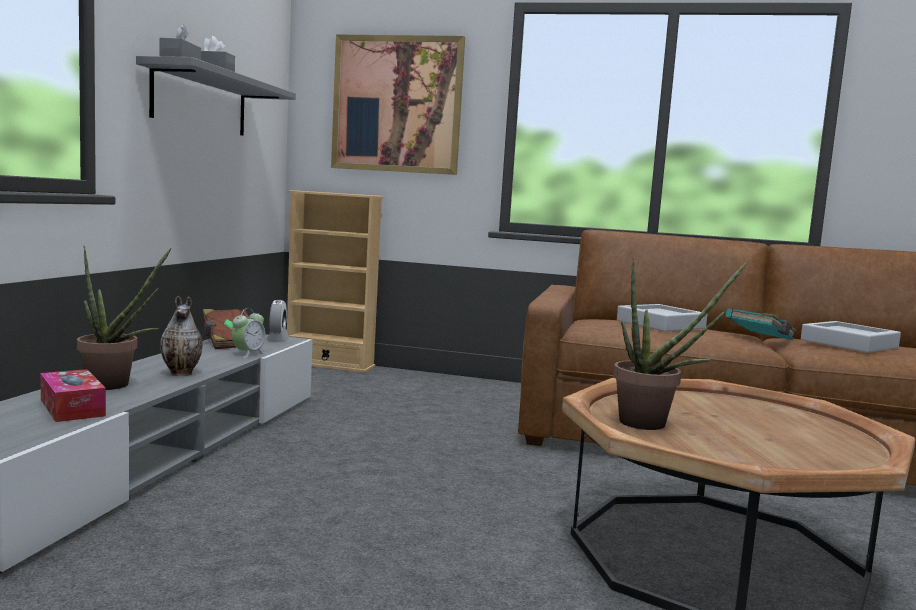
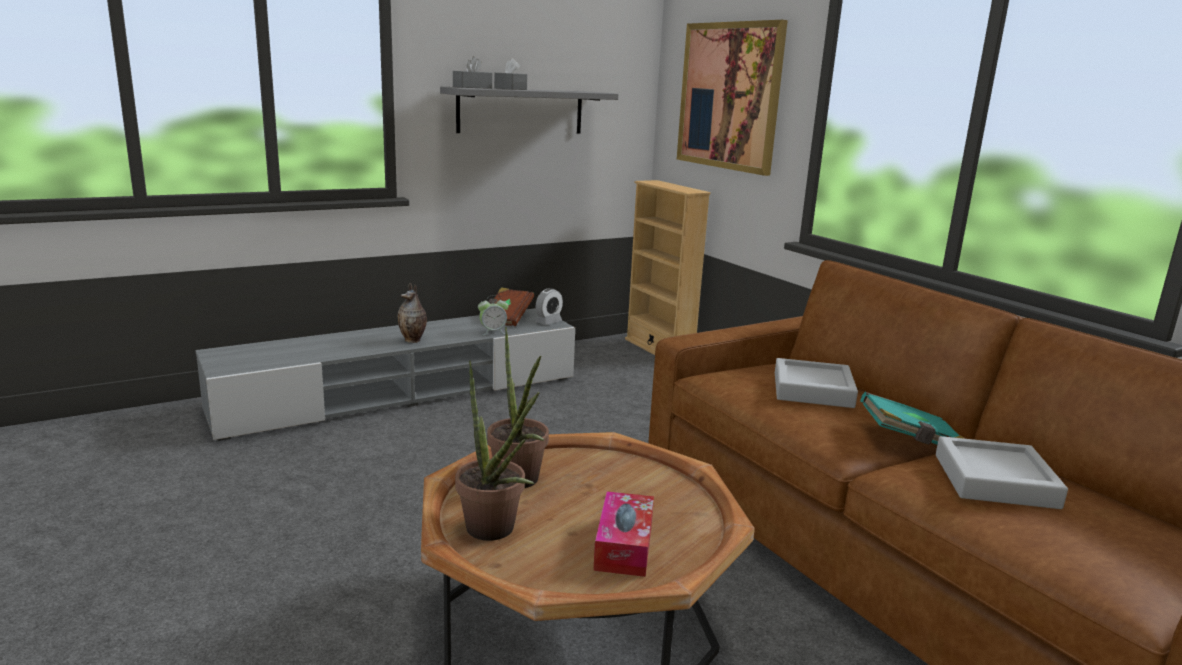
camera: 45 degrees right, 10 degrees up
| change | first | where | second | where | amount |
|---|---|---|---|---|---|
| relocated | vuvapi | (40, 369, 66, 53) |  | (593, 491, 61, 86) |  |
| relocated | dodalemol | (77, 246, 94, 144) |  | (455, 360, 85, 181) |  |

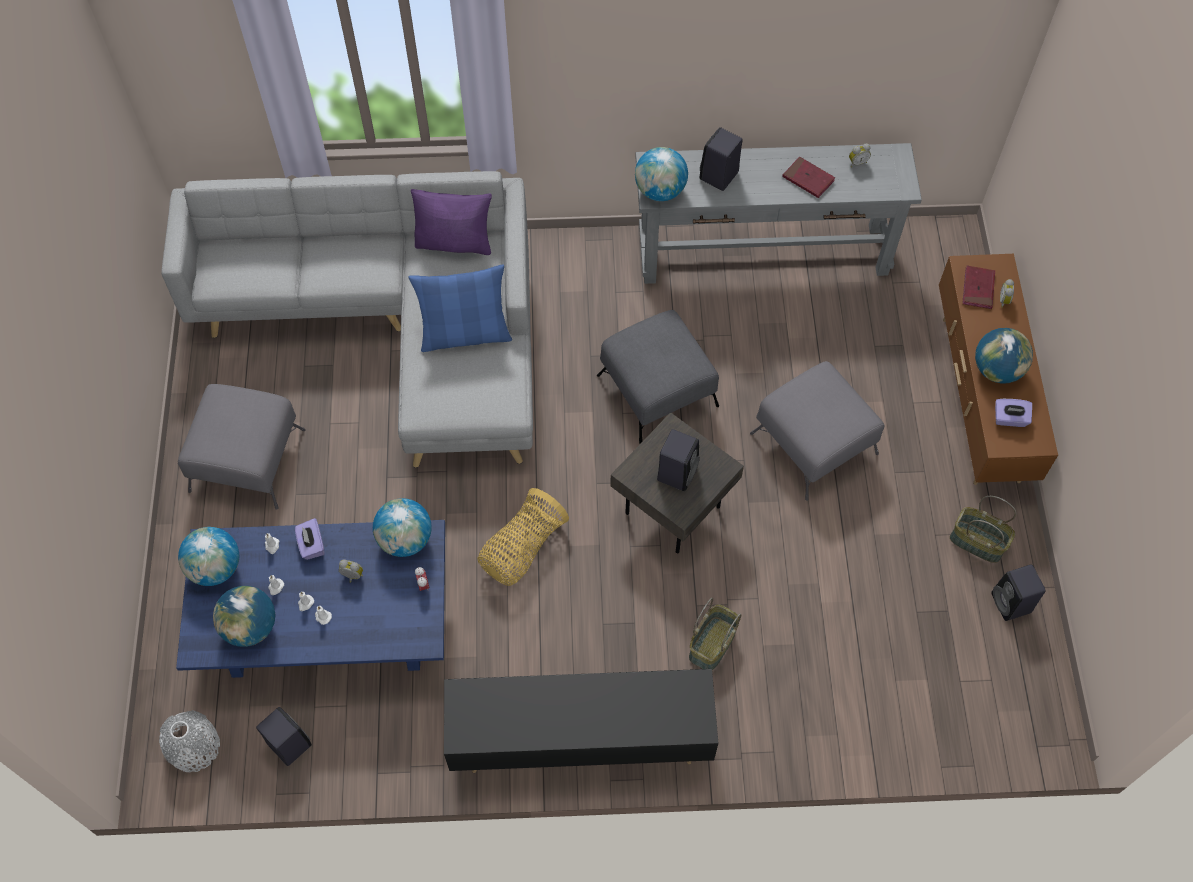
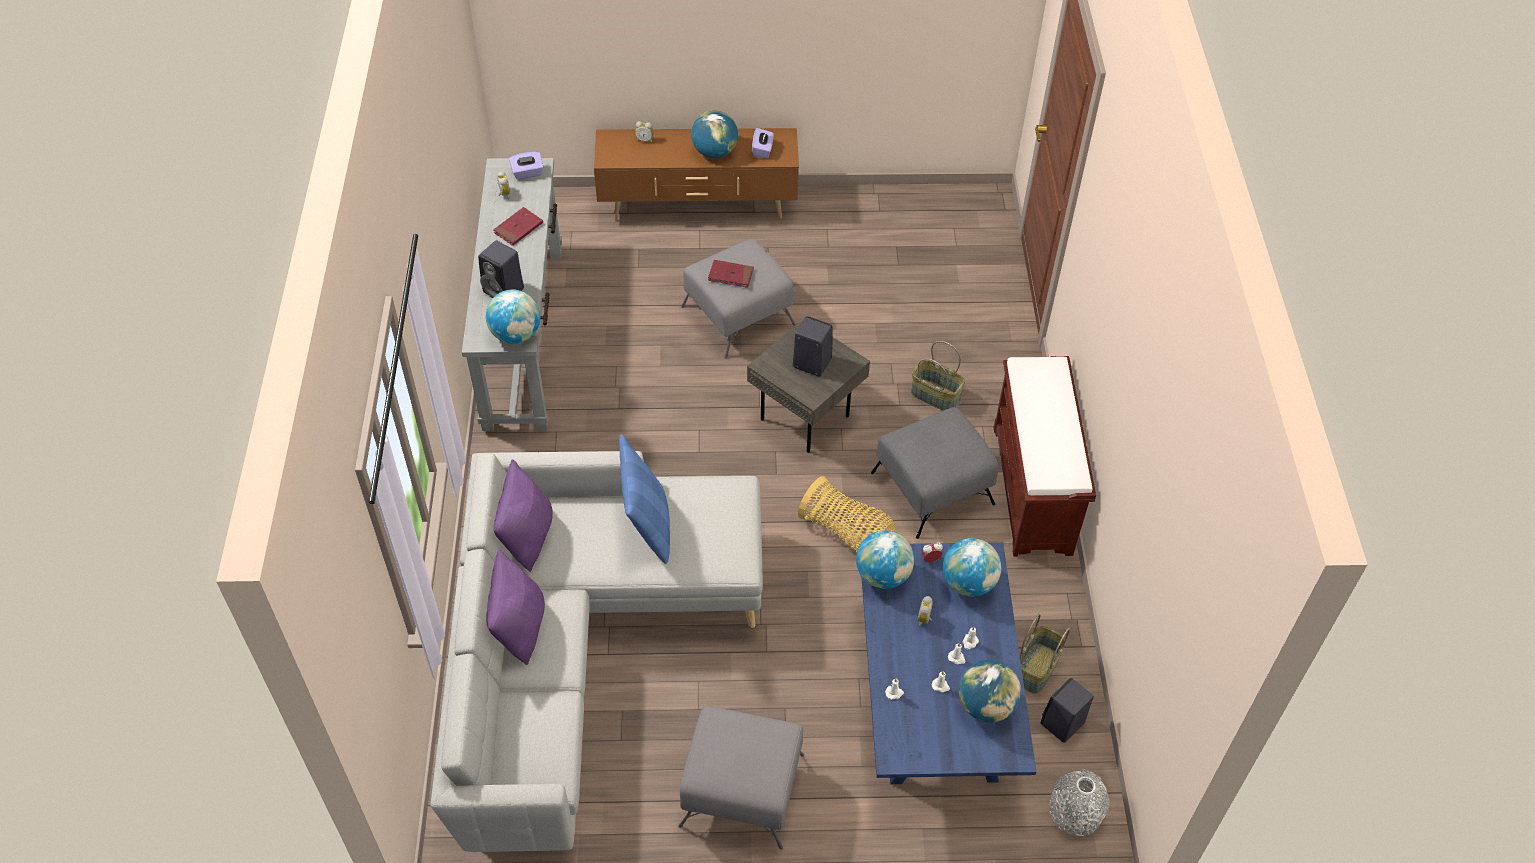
camera: 90 degrees left, 10 degrees down
| change | first | where | second | where | amount |
|---|---|---|---|---|---|
| relocated | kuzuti | (178, 527, 61, 59) |  | (943, 538, 58, 59) |  |
| relocated | purple vuvapi | (295, 518, 30, 42) |  | (509, 152, 34, 28) |  |
| exchanged | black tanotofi | (444, 669, 274, 104) | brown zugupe | (994, 356, 102, 201) |  |
| relocated | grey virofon | (597, 310, 122, 134) |  | (871, 407, 128, 132) |  |
| relocated | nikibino | (950, 496, 66, 67) |  | (1020, 614, 50, 80) |  |
| relocated | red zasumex | (962, 266, 33, 43) |  | (708, 260, 46, 28) |  |
| missing | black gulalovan | (991, 564, 55, 57) |  |  |  |
| appeared |  |  | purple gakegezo | (486, 549, 59, 116) |  |

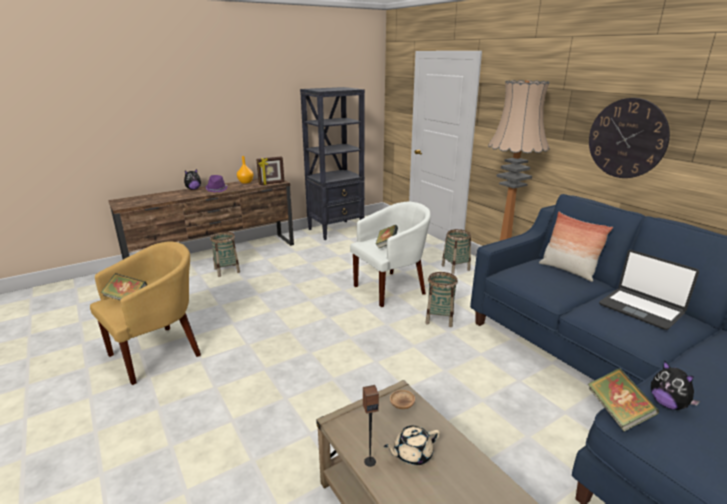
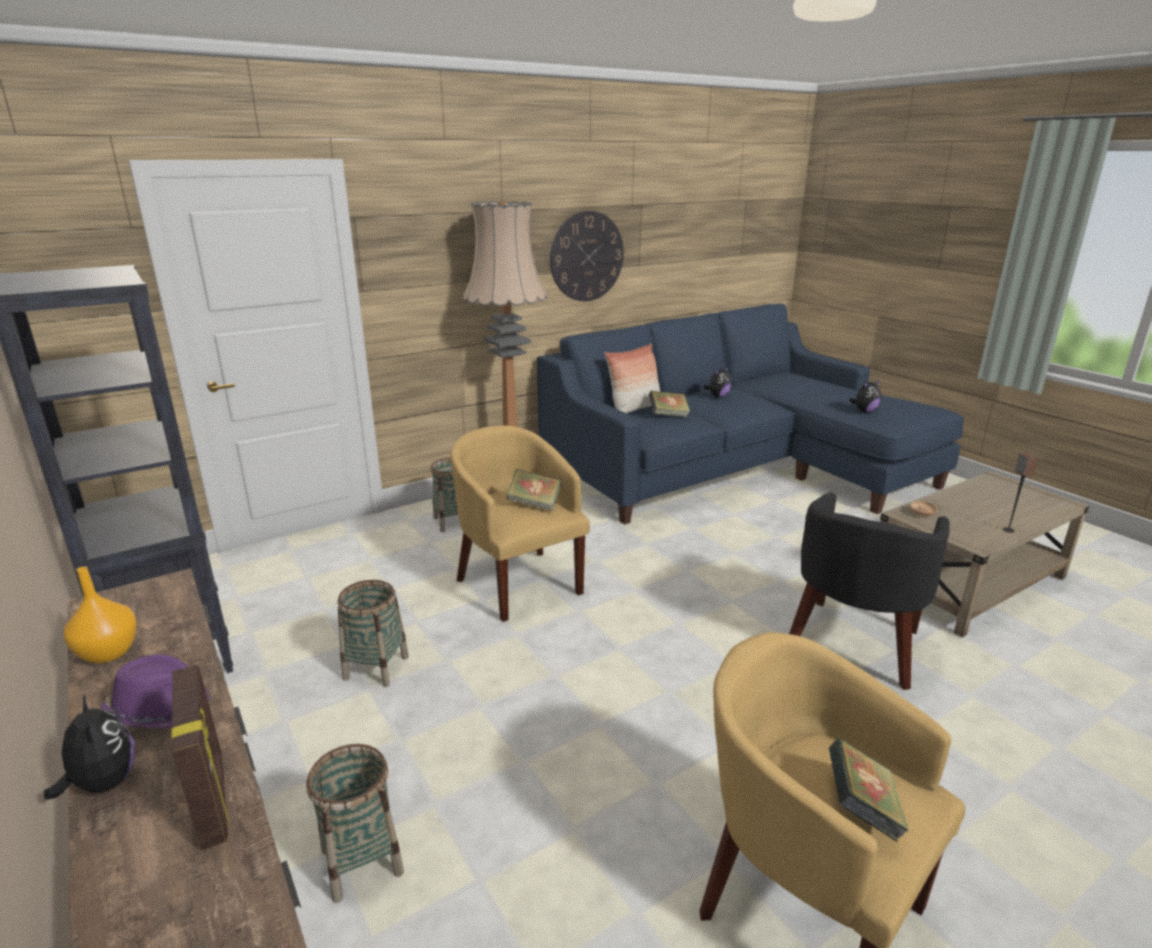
camera: 90 degrees left, 0 degrees up
| change | first | where | second | where | amount |
|---|---|---|---|---|---|
| relocated | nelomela | (256, 157, 28, 28) |  | (171, 665, 58, 185) |  |
| colour | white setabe | (350, 202, 81, 105) | yellow setabe | (450, 425, 140, 197) |  |
| missing | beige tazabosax | (384, 425, 56, 41) |  |  |  |
| relocated | nikibino | (425, 272, 33, 55) |  | (338, 580, 71, 107) |  |
| relocated | zasumex | (588, 368, 71, 63) |  | (649, 391, 41, 26) |  |
| exchanged | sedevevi | (599, 250, 100, 80) | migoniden | (704, 367, 28, 31) |  |
| appeared |  |  | black setabe | (789, 492, 161, 198) |  |

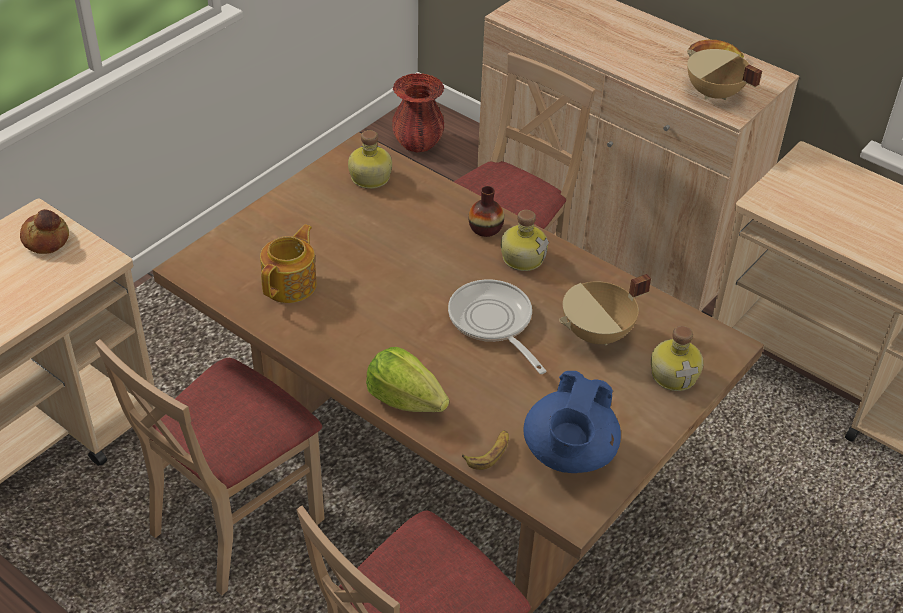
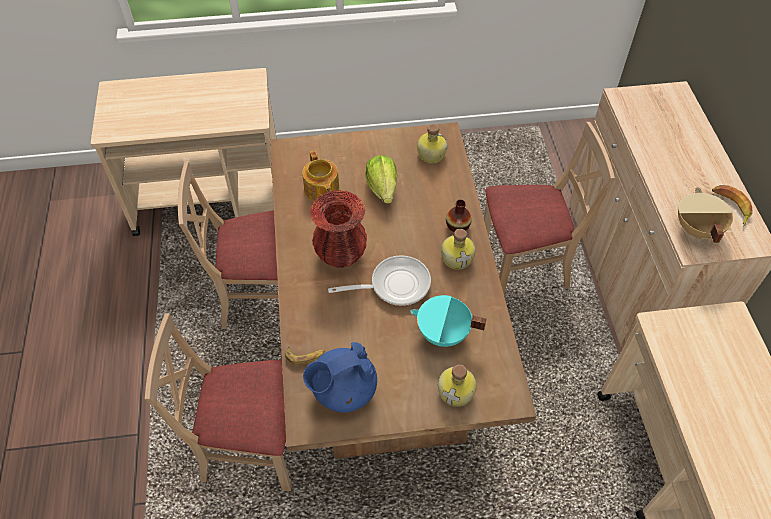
camera: 45 degrees right, 10 degrees up
| change | first | where | second | where | amount |
|---|---|---|---|---|---|
| missing | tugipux | (20, 209, 49, 45) |  |  |  |
| spun | tazabosax | (260, 225, 57, 78) |  | (302, 151, 37, 51) | 90 degrees clockwise |
| relocated | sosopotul | (366, 347, 83, 65) |  | (365, 155, 32, 49) |  |
| relocated | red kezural | (392, 73, 52, 80) |  | (310, 190, 57, 78) |  |
| spun | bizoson | (448, 279, 98, 95) |  | (328, 255, 103, 51) | 60 degrees clockwise |
| colour | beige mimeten | (559, 274, 92, 72) | turquoise mimeten | (410, 295, 76, 52) |  |

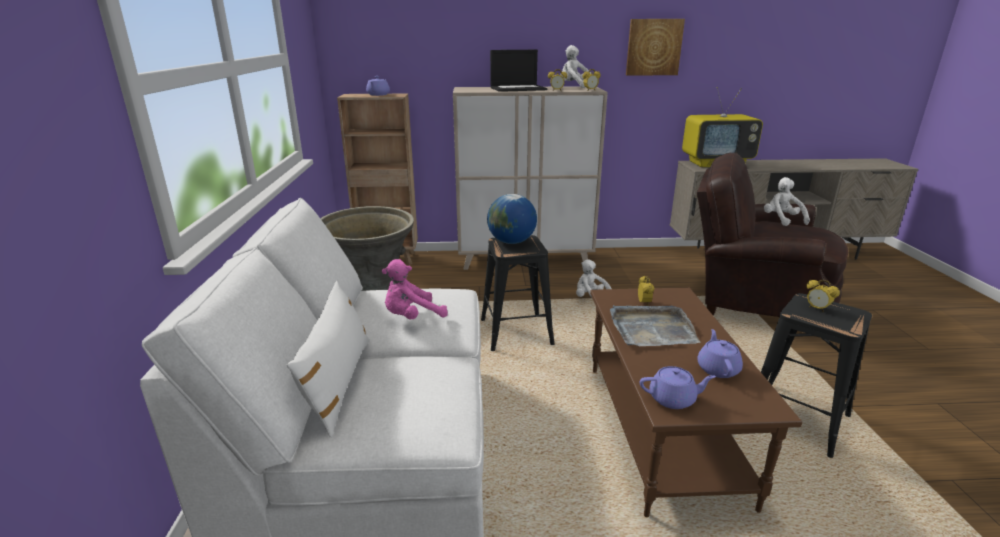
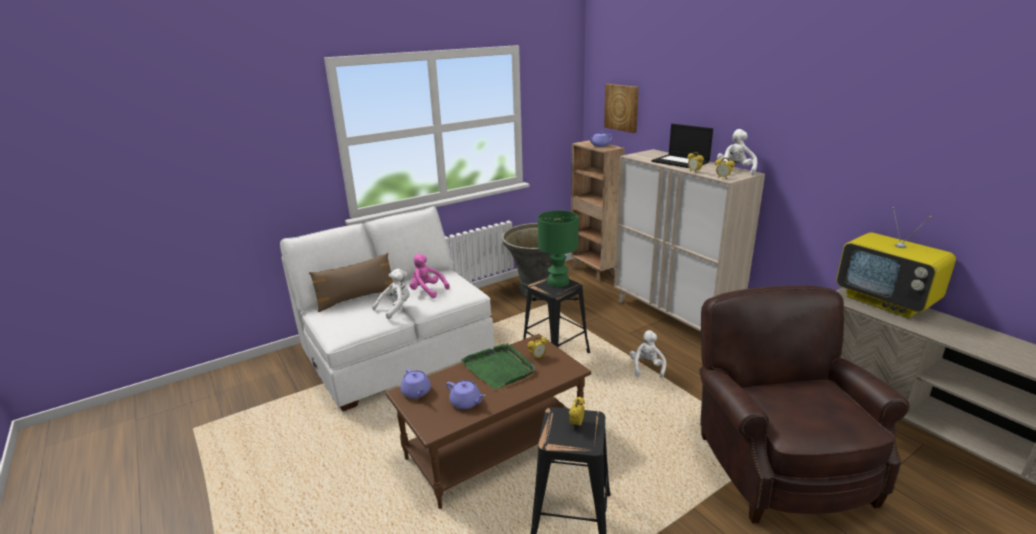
camera: 60 degrees right, 0 degrees up
| change | first | where | second | where | amount |
|---|---|---|---|---|---|
| colour | white gakegezo | (287, 281, 83, 157) | brown gakegezo | (309, 253, 84, 60) |  |
| exchanged | kuzuti | (487, 194, 50, 50) | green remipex | (538, 210, 41, 77) |  |
| colour | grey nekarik | (610, 305, 90, 41) | green nekarik | (461, 343, 74, 46) |  |
| relocated | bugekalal | (626, 19, 59, 57) |  | (604, 84, 35, 49) |  |
| spun | purple tazabosax | (697, 329, 46, 49) |  | (446, 380, 40, 29) | 60 degrees clockwise |
| relocated | white migoniden | (764, 177, 46, 49) |  | (372, 269, 38, 50) |  |

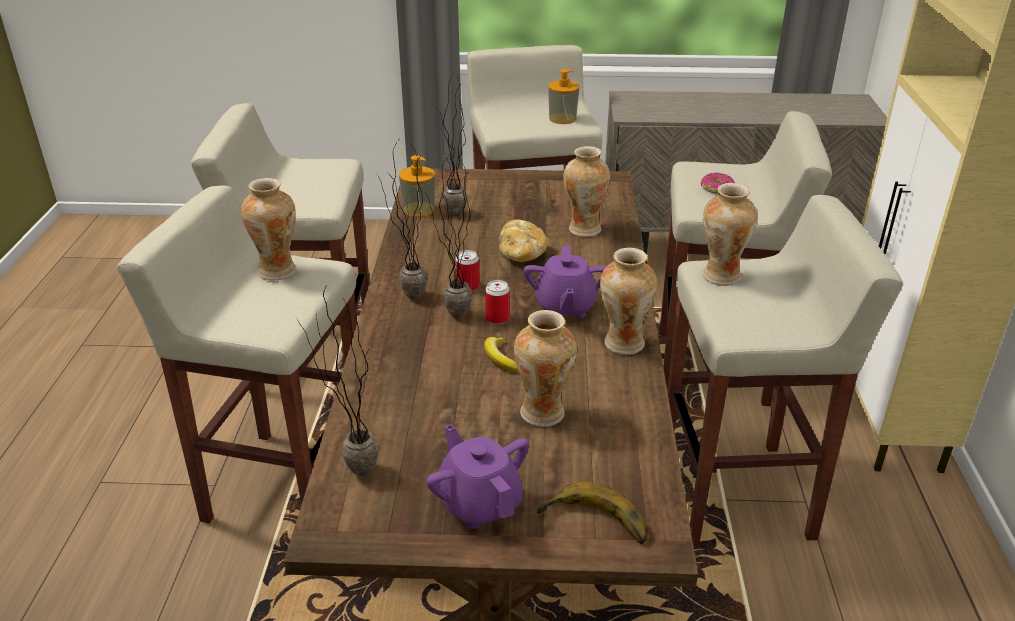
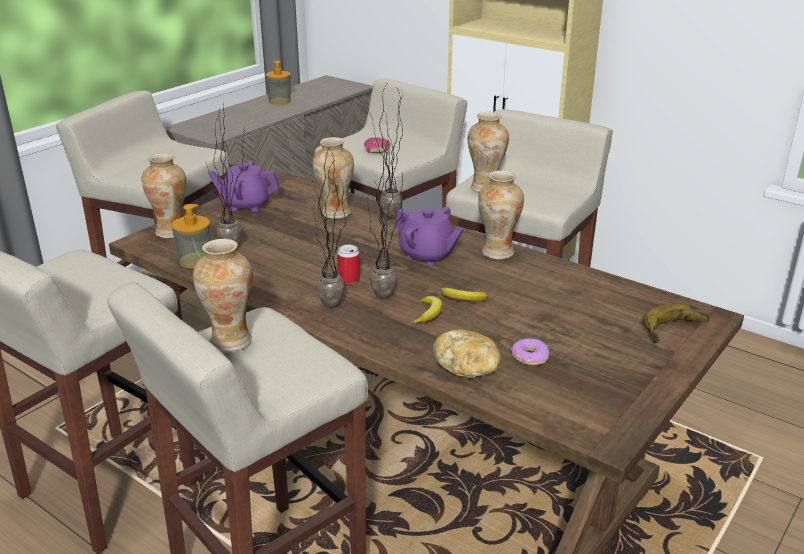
camera: 55 degrees left, 5 degrees down
| change | first | where | second | where | amount |
|---|---|---|---|---|---|
| relocated | dodalemol | (297, 287, 82, 189) |  | (368, 81, 35, 138) |  |
| relocated | purple tazabosax | (426, 424, 103, 105) |  | (208, 161, 72, 51) |  |
| missing | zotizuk | (485, 280, 25, 44) |  |  |  |
| relocated | tugipux | (499, 219, 48, 43) |  | (433, 330, 68, 48) |  |
| relocated | kezural | (514, 310, 63, 117) |  | (141, 153, 46, 85) |  |
| relocated | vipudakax | (548, 69, 32, 55) |  | (265, 61, 26, 44) |  |
| appeared |  |  | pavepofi | (411, 296, 31, 28) |  |
| appeared |  |  | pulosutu | (511, 338, 39, 27) |  |

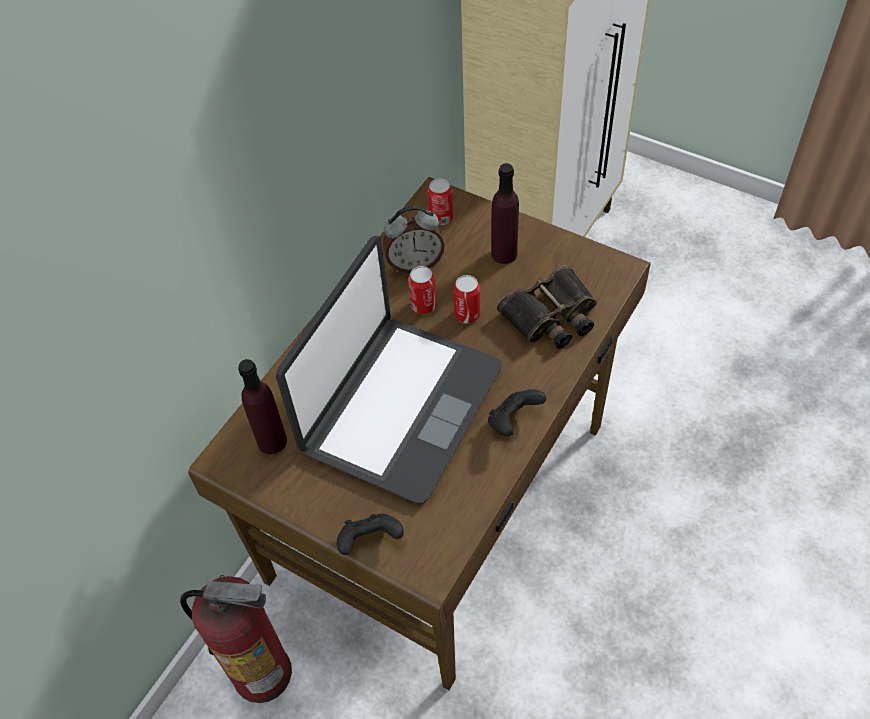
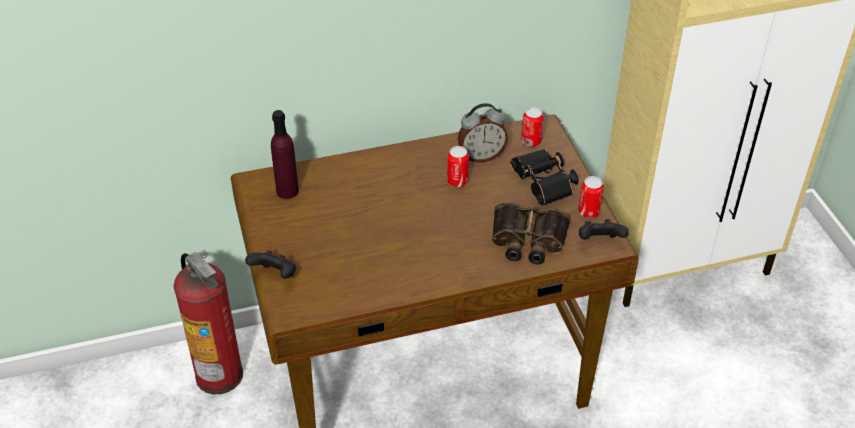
camera: 40 degrees right, 10 degrees down
| change | first | where | second | where | amount |
|---|---|---|---|---|---|
| missing | sedevevi | (276, 236, 226, 268) |  |  |  |
| spun | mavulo | (383, 206, 62, 67) |  | (458, 103, 50, 59) | 45 degrees counterclockwise |
| relocated | zotizuk | (453, 275, 28, 48) |  | (578, 176, 26, 42) |  |
| relocated | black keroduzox | (488, 389, 58, 47) |  | (579, 219, 50, 21) |  |
| exchanged | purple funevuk | (491, 163, 28, 101) | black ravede | (510, 149, 69, 57) |  |

